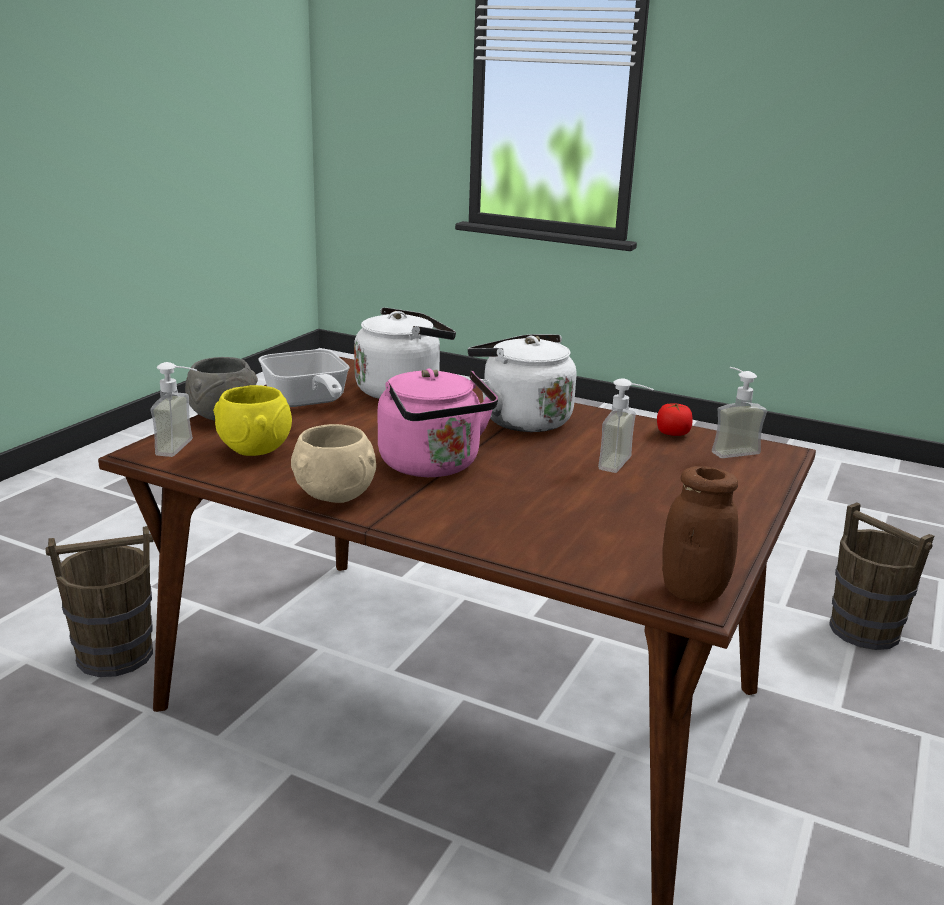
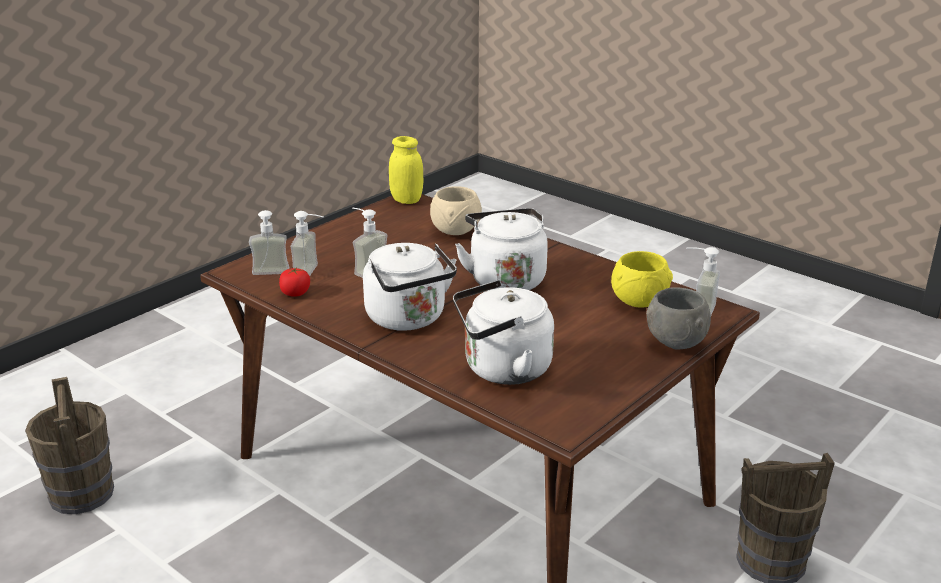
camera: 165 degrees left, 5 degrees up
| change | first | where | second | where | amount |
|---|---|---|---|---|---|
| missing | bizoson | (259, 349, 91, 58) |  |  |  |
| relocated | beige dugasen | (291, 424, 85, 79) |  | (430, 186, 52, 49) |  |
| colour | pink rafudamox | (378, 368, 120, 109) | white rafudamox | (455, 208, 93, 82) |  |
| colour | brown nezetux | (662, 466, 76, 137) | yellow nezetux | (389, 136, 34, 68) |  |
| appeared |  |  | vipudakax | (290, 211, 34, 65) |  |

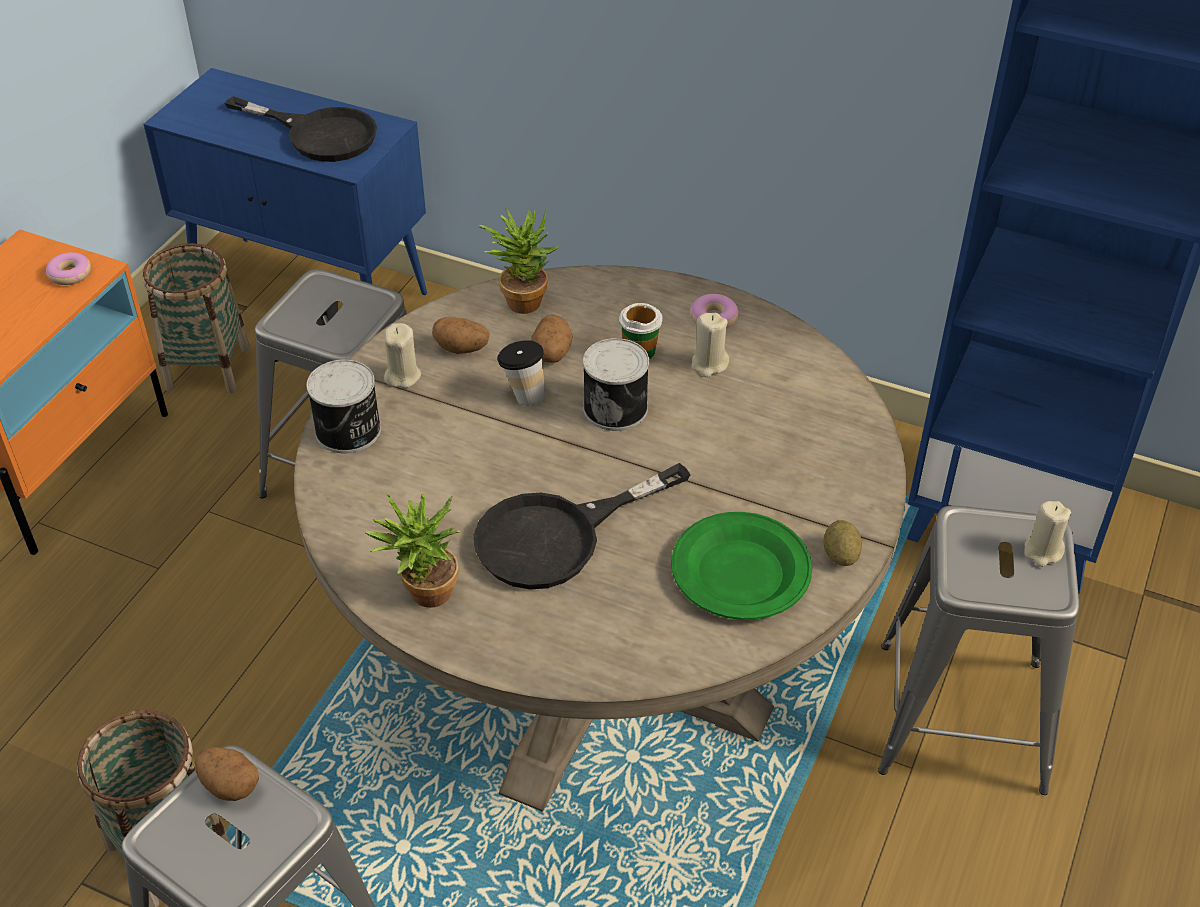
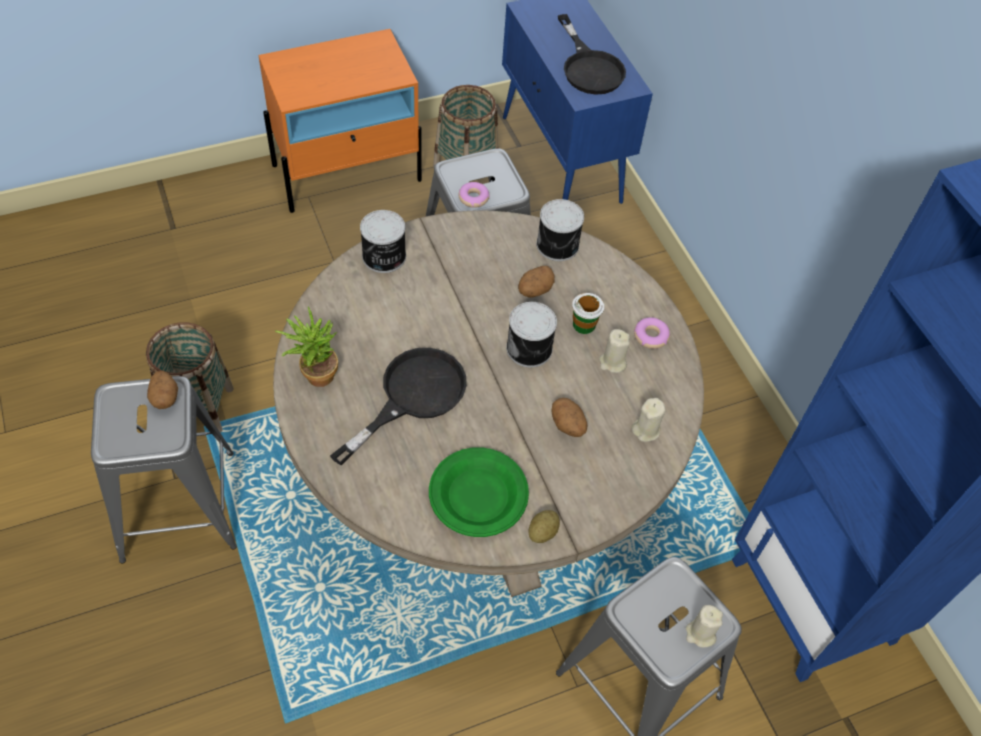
camera: 40 degrees right, 10 degrees up
| change | first | where | second | where | amount |
|---|---|---|---|---|---|
| relocated | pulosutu | (46, 252, 45, 33) |  | (459, 182, 31, 26) |  |
| relocated | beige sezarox | (384, 323, 37, 65) |  | (631, 398, 35, 44) |  |
| relocated | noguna | (432, 317, 58, 37) |  | (551, 398, 37, 39) |  |
| spun | black bizoson | (474, 463, 217, 127) |  | (330, 348, 137, 118) | 120 degrees clockwise |
| exchanged | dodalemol | (479, 207, 80, 107) | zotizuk | (536, 199, 48, 62) |  |
| missing | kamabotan | (497, 340, 48, 65) |  |  |  |

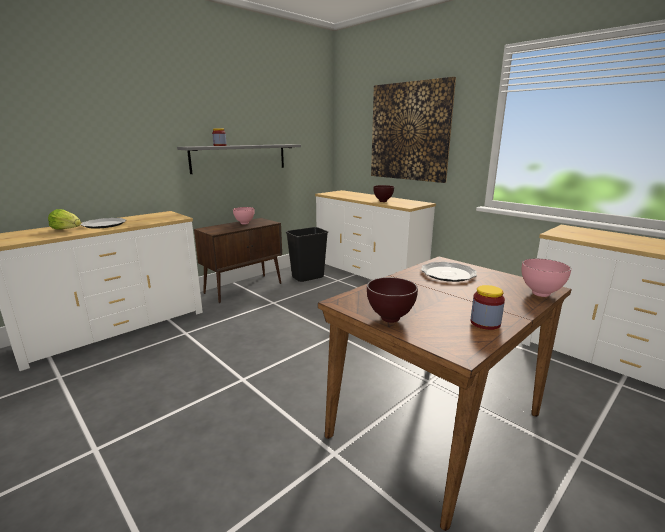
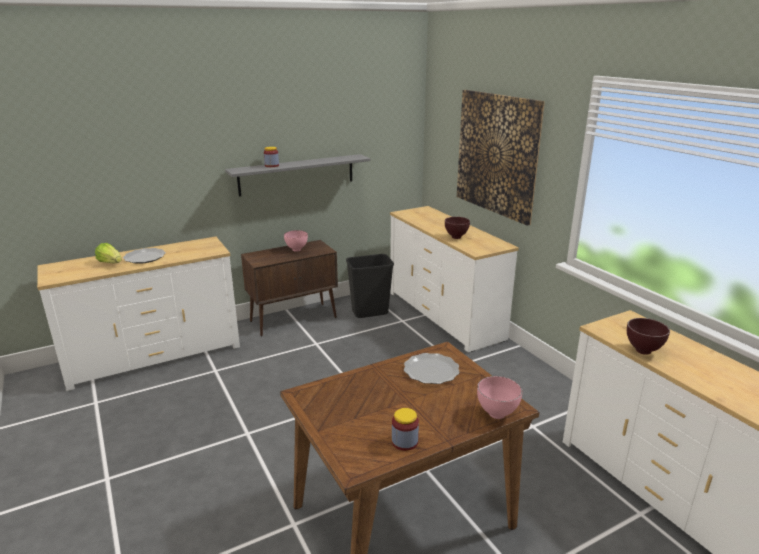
camera: 15 degrees right, 5 degrees up
| change | first | where | second | where | amount |
|---|---|---|---|---|---|
| relocated | brown dugasen | (367, 277, 51, 46) |  | (627, 318, 43, 37) |  |

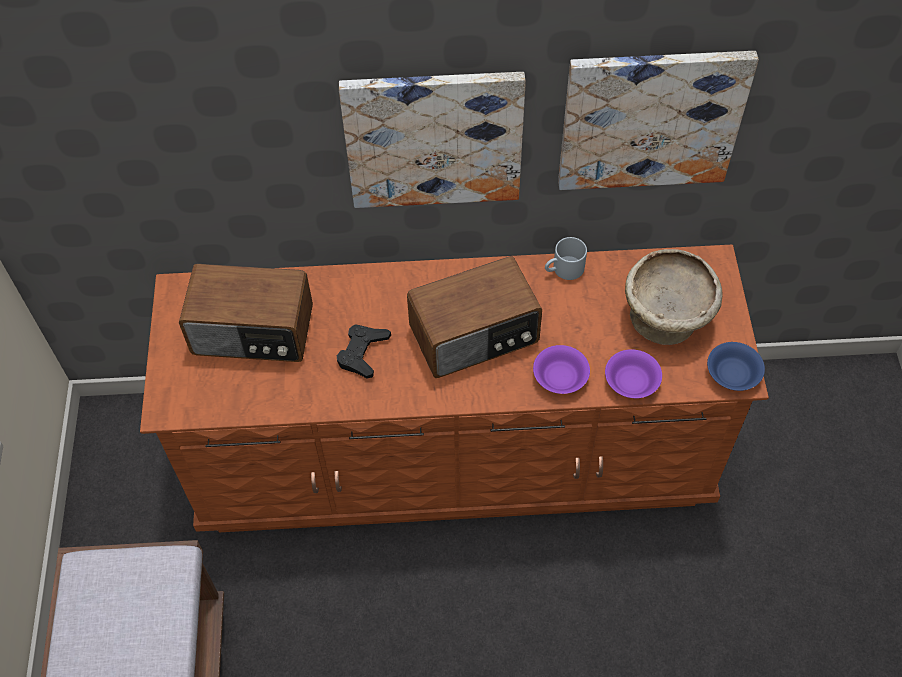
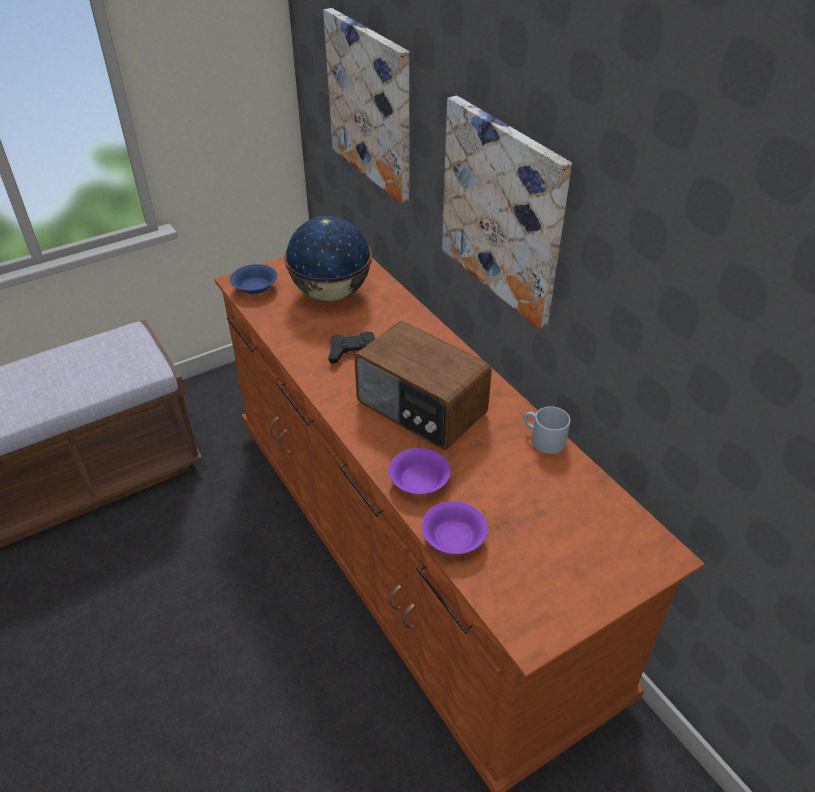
camera: 60 degrees right, 15 degrees down
| change | first | where | second | where | amount |
|---|---|---|---|---|---|
| exchanged | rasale | (179, 264, 134, 98) | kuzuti | (284, 216, 88, 85) |  |
| relocated | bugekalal | (558, 51, 201, 139) |  | (323, 8, 87, 195) |  |
| missing | beige dugasen | (625, 249, 98, 96) |  |  |  |
| relocated | blue dugasen | (707, 342, 58, 49) |  | (230, 264, 47, 30) |  |

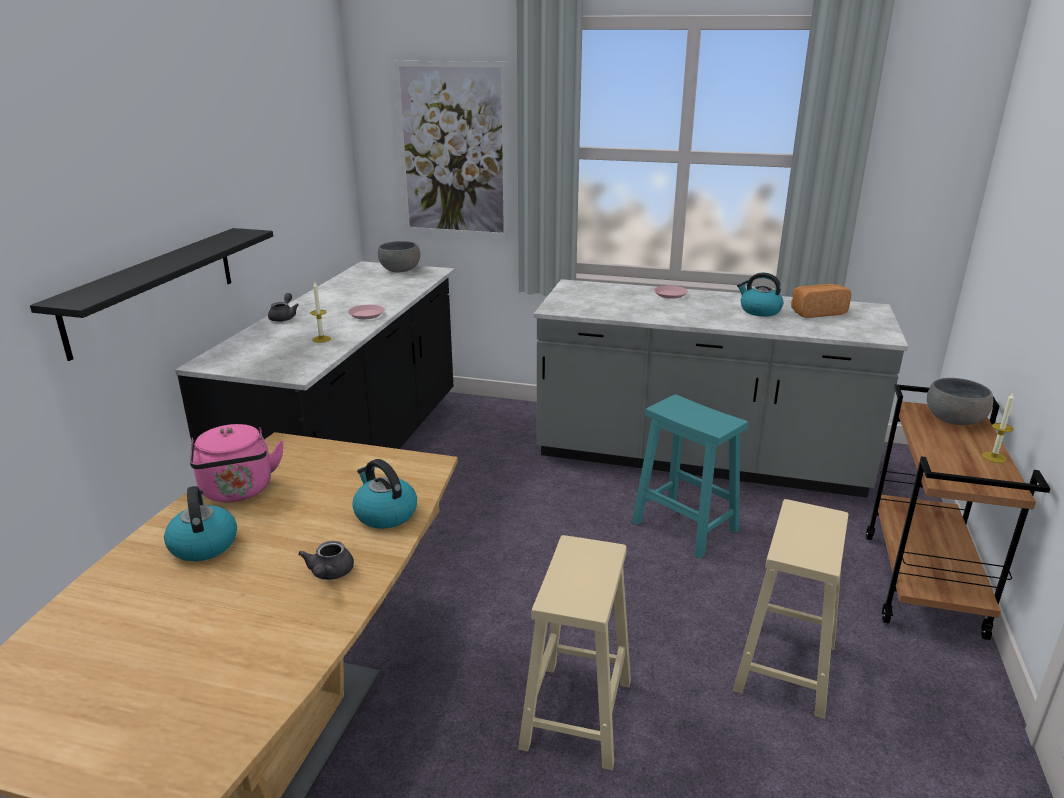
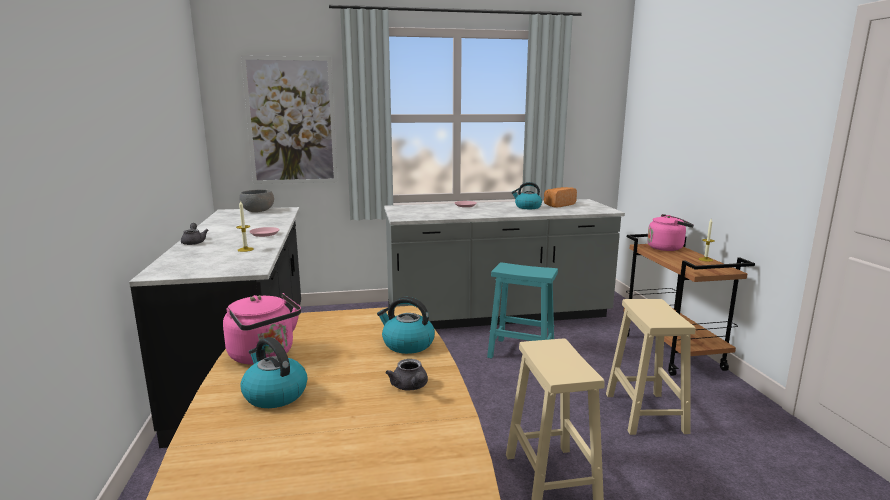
camera: 25 degrees left, 10 degrees down
| change | first | where | second | where | amount |
|---|---|---|---|---|---|
| missing | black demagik | (30, 228, 243, 133) |  |  |  |
| exchanged | grey dugasen | (927, 378, 66, 47) | pink rafudamox | (647, 214, 47, 37) |  |

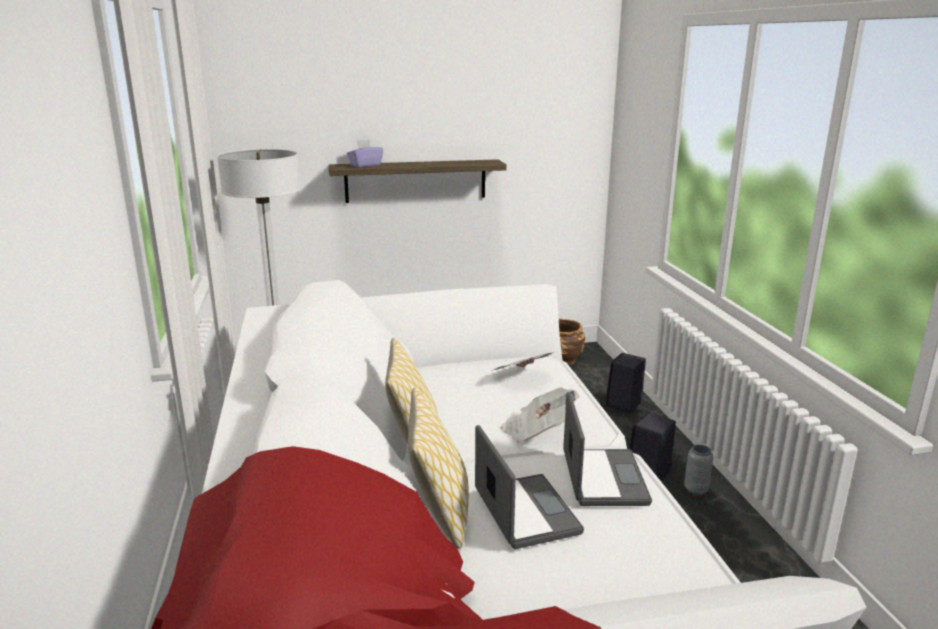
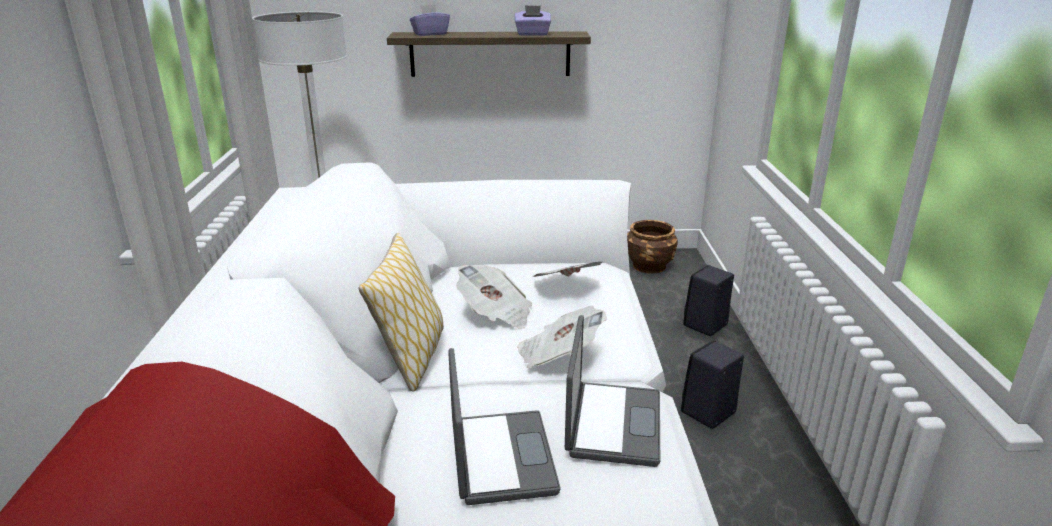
camera: 10 degrees right, 5 degrees up
| change | first | where | second | where | amount |
|---|---|---|---|---|---|
| missing | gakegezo | (408, 388, 61, 161) |  |  |  |
| missing | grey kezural | (684, 445, 30, 50) |  |  |  |
| appeared |  |  | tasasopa | (456, 265, 76, 64) |  |
| appeared |  |  | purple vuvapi | (515, 5, 36, 31) |  |

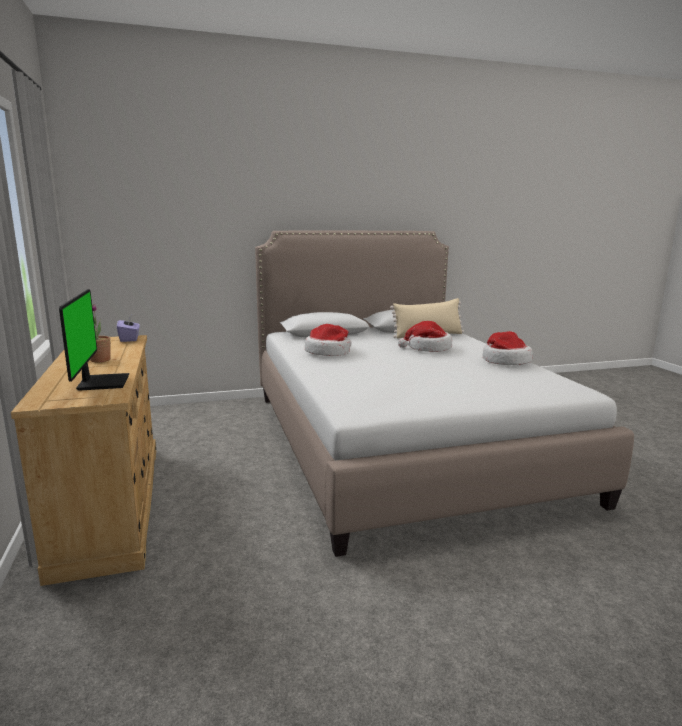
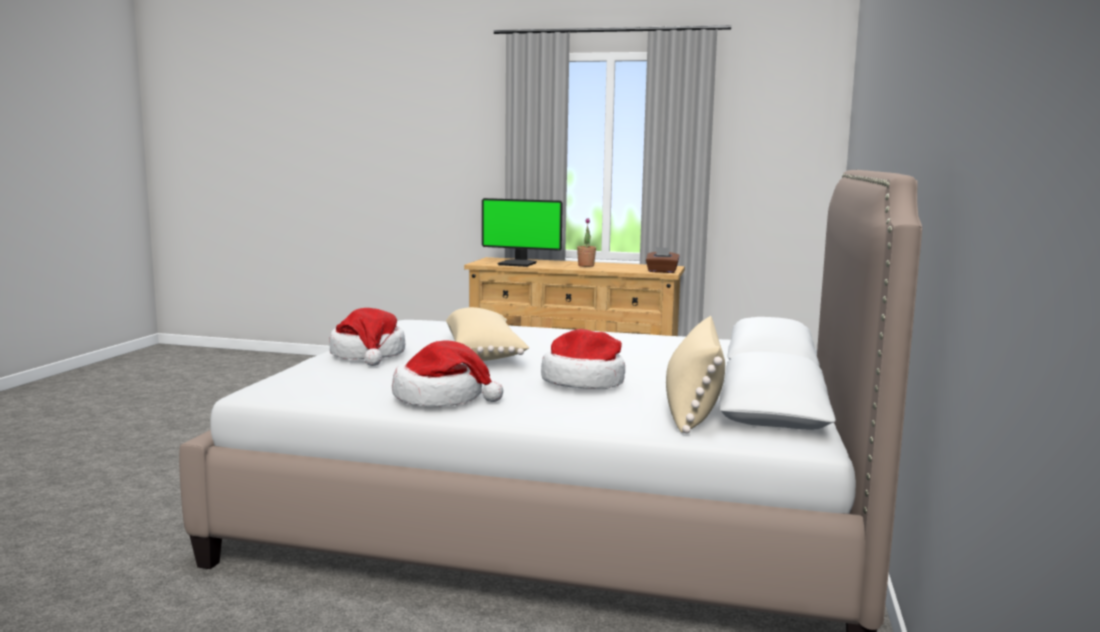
camera: 120 degrees right, 5 degrees down
| change | first | where | second | where | amount |
|---|---|---|---|---|---|
| colour | purple vuvapi | (117, 315, 23, 27) | brown vuvapi | (646, 247, 34, 26) |  |
| relocated | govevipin | (305, 324, 47, 32) |  | (330, 308, 75, 58) |  |
| appeared |  |  | beige gakegezo | (446, 307, 83, 54) |  |

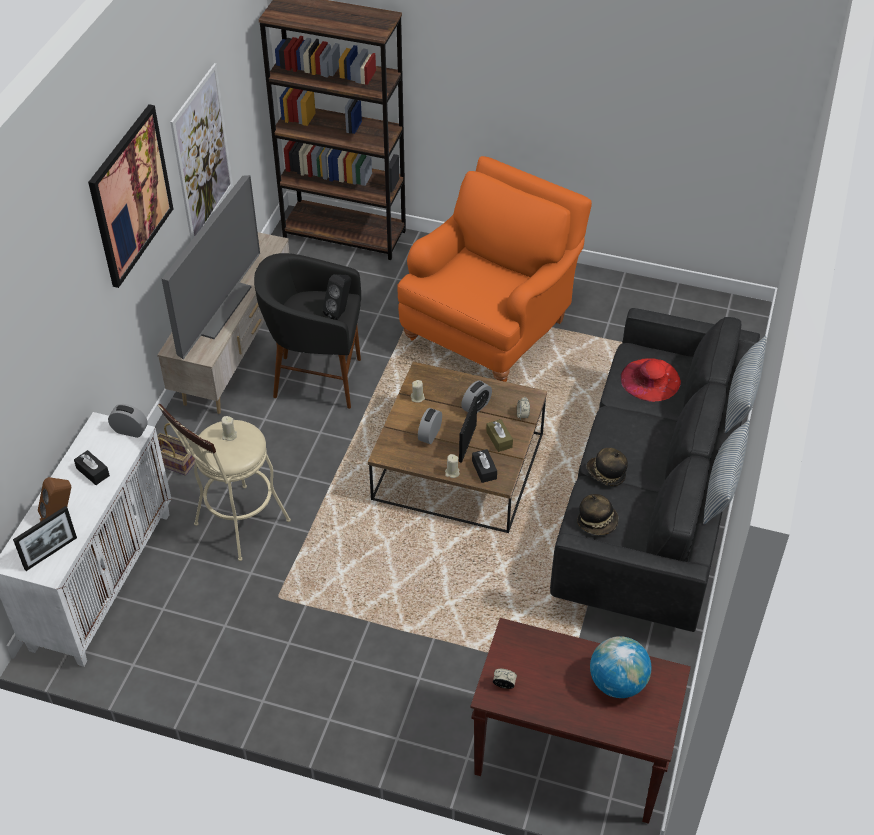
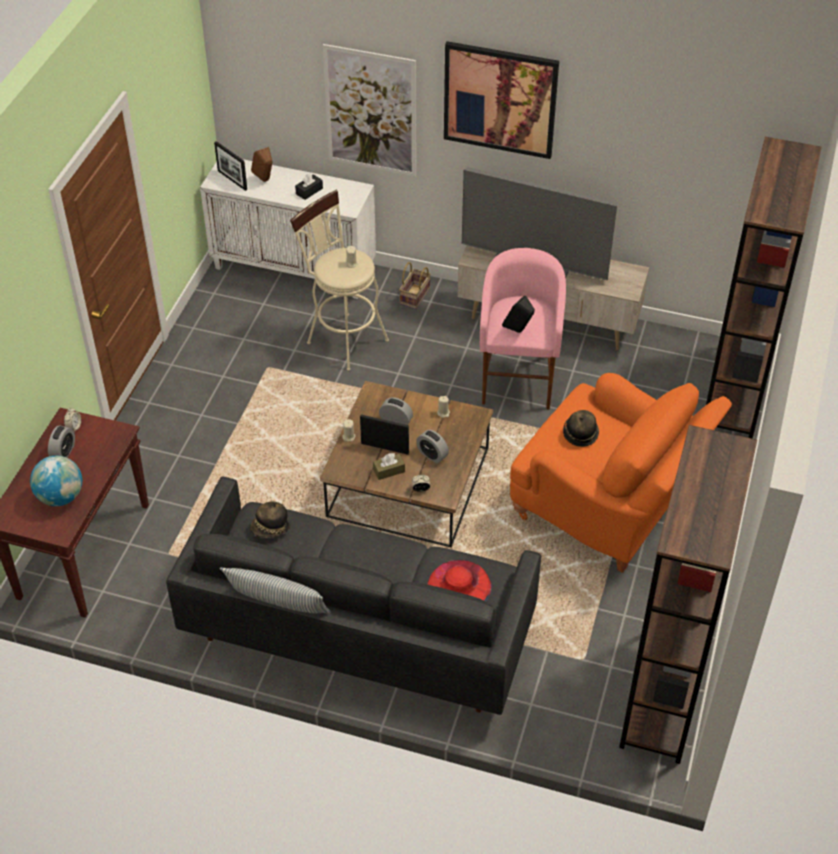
camera: 90 degrees right, 0 degrees up
| change | first | where | second | where | amount |
|---|---|---|---|---|---|
| relocated | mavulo | (108, 404, 40, 34) |  | (48, 425, 27, 32) |  |
| relocated | bugekalal | (170, 63, 63, 178) |  | (323, 44, 93, 132) |  |
| colour | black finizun | (254, 253, 107, 156) | pink finizun | (480, 248, 86, 162) |  |
| missing | black vuvapi | (472, 449, 25, 34) |  |  |  |
| relocated | govevipin | (587, 448, 41, 38) |  | (563, 410, 36, 37) |  |
| missing | gakegezo | (725, 336, 42, 97) |  |  |  |
| appeared |  |  | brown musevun | (619, 425, 138, 339) |  |

